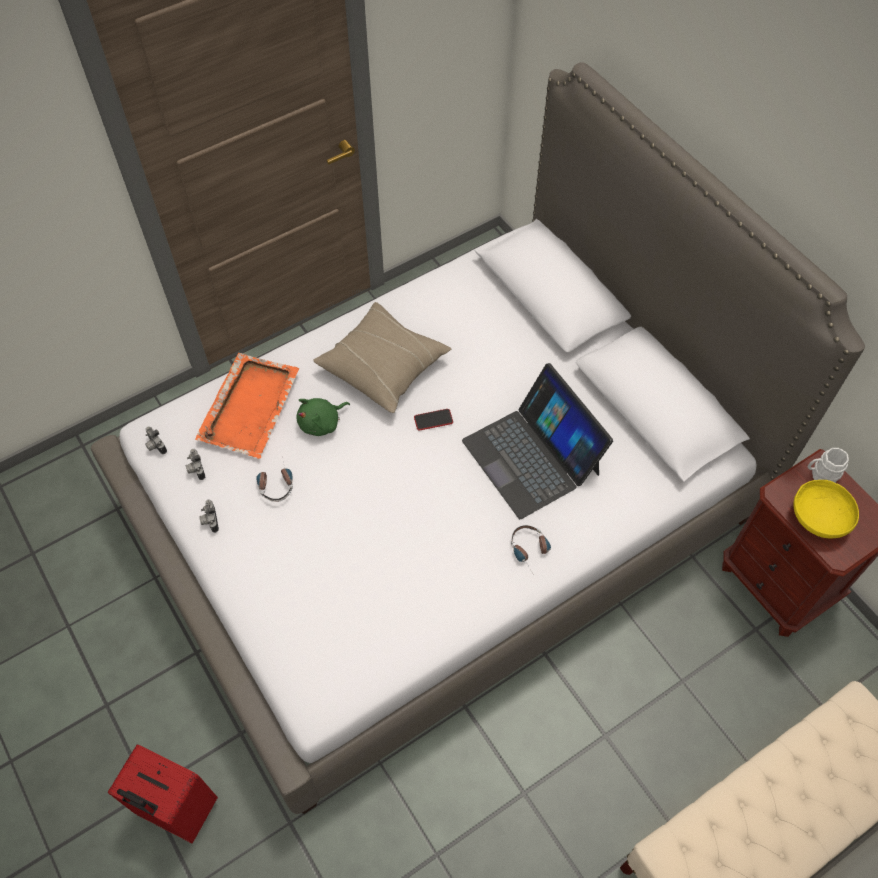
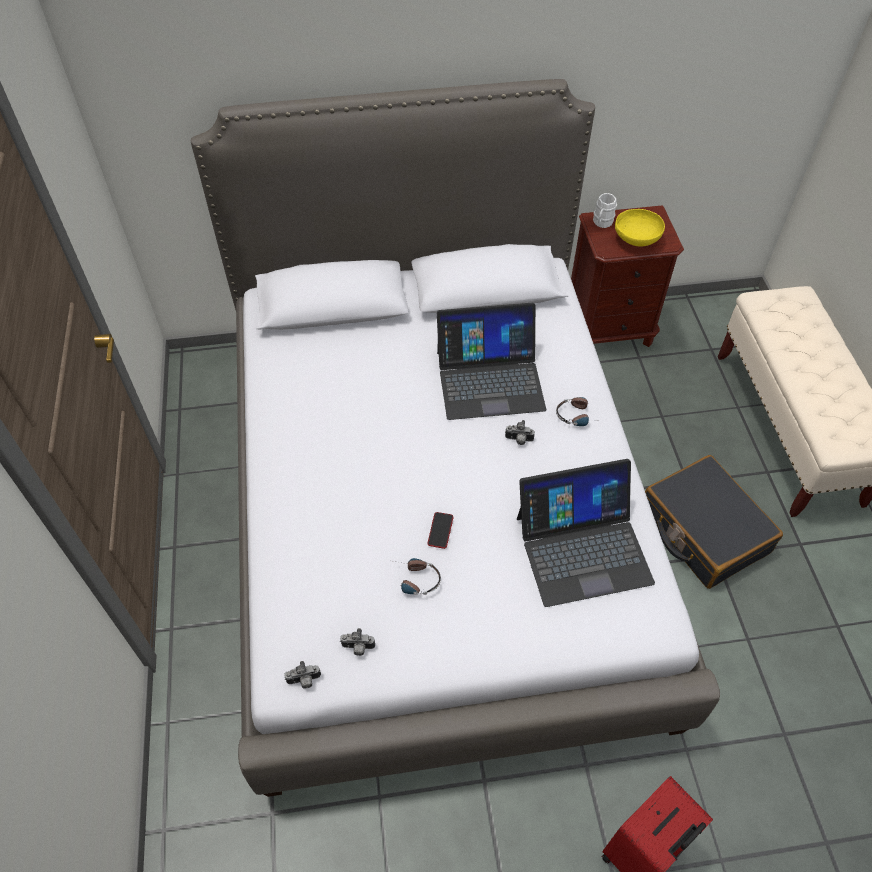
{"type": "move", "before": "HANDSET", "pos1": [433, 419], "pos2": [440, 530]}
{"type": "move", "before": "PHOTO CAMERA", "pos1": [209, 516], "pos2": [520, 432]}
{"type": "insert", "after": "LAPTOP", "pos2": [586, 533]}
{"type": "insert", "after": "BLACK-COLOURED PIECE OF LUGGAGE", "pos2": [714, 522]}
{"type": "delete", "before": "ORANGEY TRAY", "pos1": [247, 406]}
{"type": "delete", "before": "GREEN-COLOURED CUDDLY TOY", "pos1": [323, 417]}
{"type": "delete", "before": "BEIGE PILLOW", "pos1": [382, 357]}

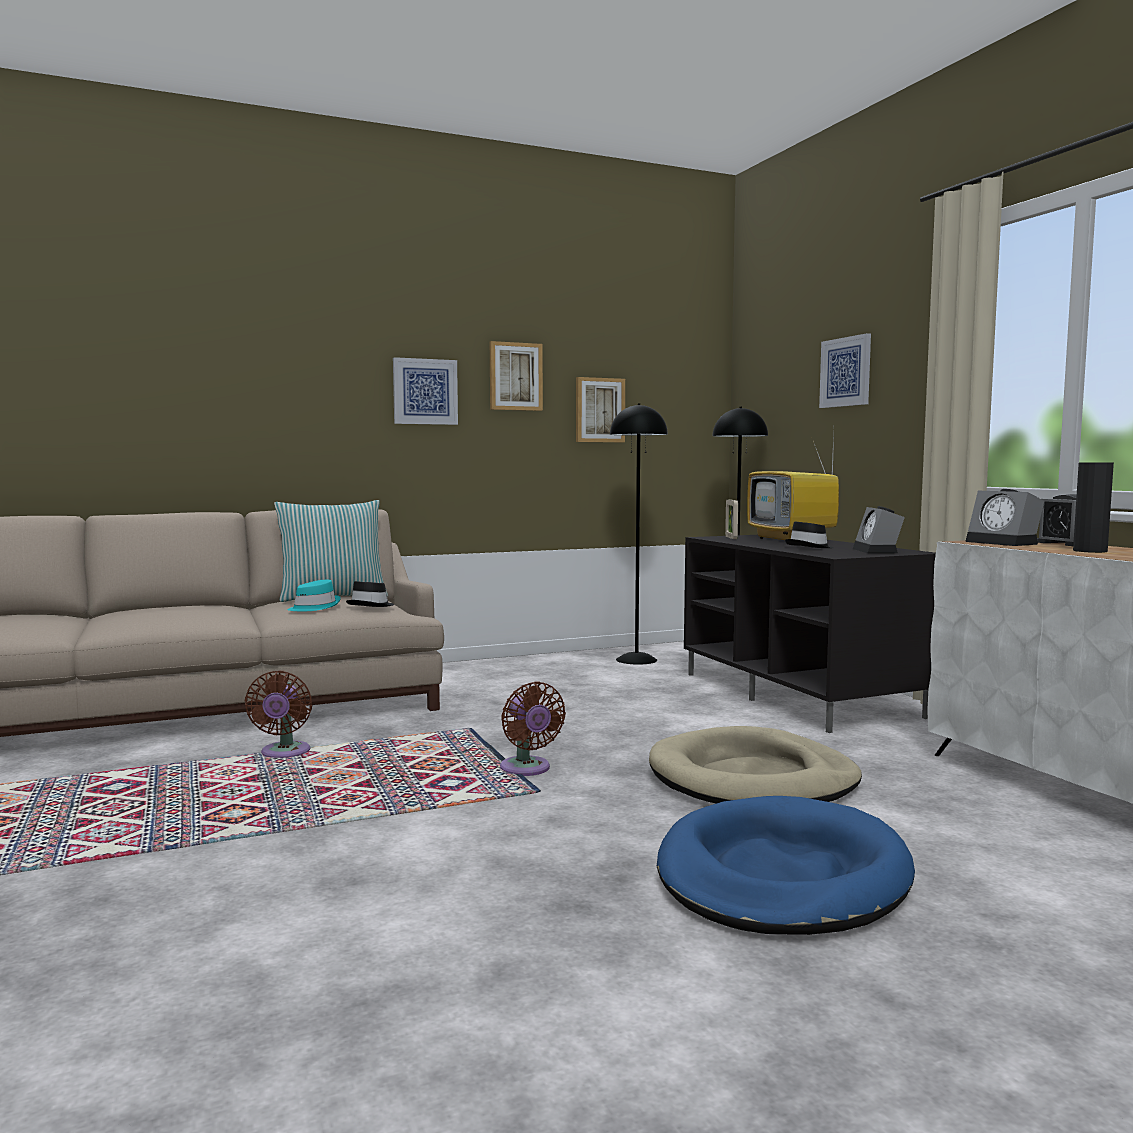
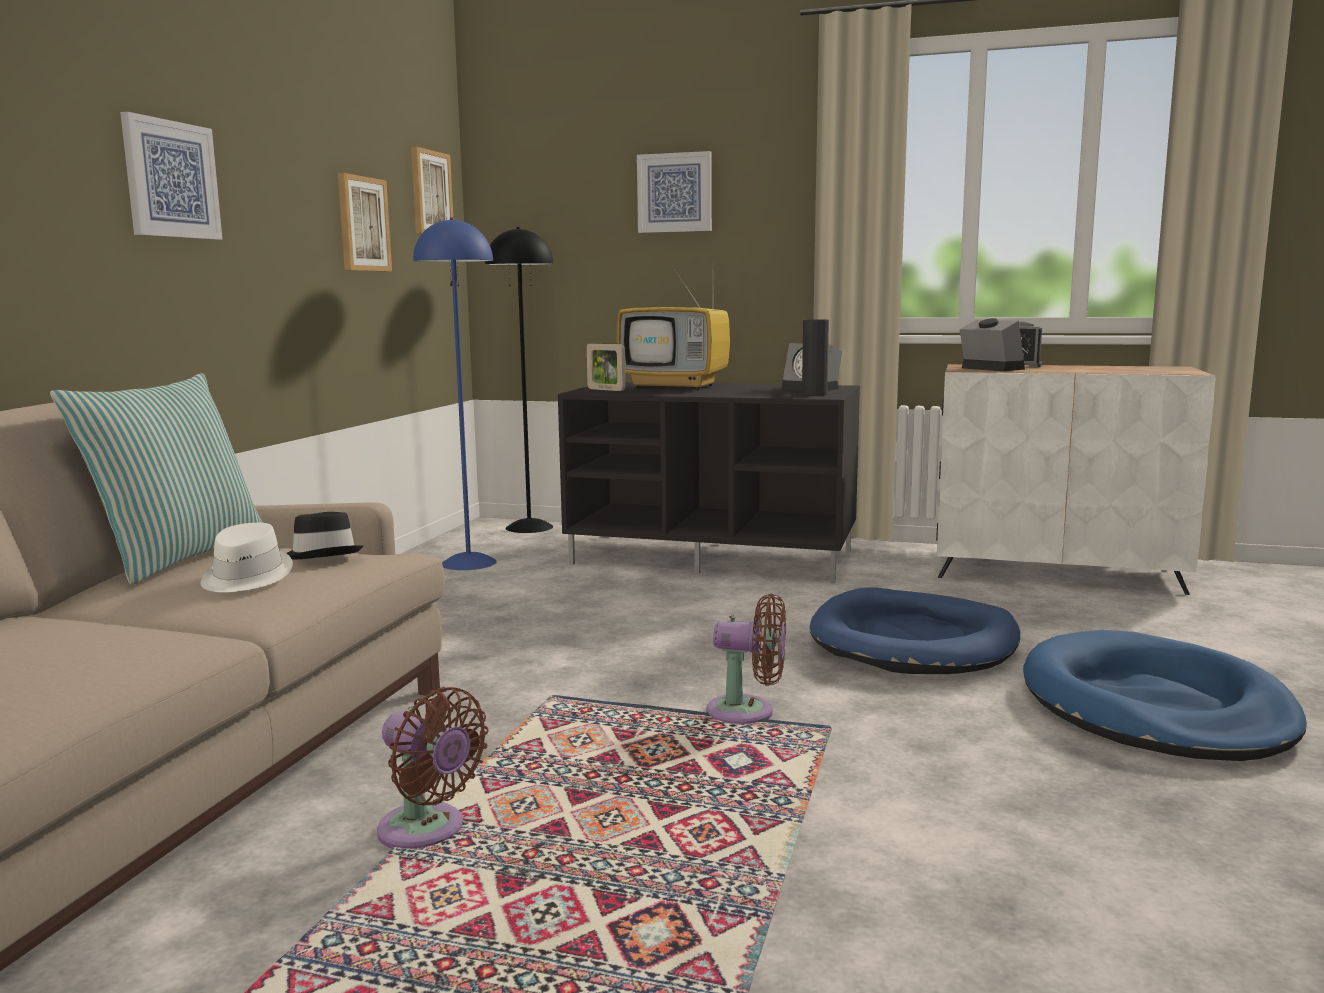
{"type": "recolor", "before": "TURQUOISE CLOTHING HAT", "after": "WHITISH CLOTHING HAT", "pos1": [314, 595], "pos2": [247, 557]}
{"type": "move", "before": "WALL PICTURE", "pos1": [516, 376], "pos2": [432, 190]}
{"type": "recolor", "before": "BLACK-COLOURED FLOOR LAMP", "after": "BLUISH FLOOR LAMP", "pos1": [639, 534], "pos2": [455, 394]}
{"type": "move", "before": "BLACK-COLOURED DECORATIVE VASE", "pos1": [1093, 507], "pos2": [815, 357]}
{"type": "recolor", "before": "BEIGE PET BED", "after": "BLUISH PET BED", "pos1": [755, 765], "pos2": [915, 630]}
{"type": "rotate", "before": "TABLE CLOCK", "pos1": [1004, 517], "pos2": [992, 344], "turn": -135}
{"type": "delete", "before": "BLACK-COLOURED CLOTHING HAT", "pos1": [809, 534]}

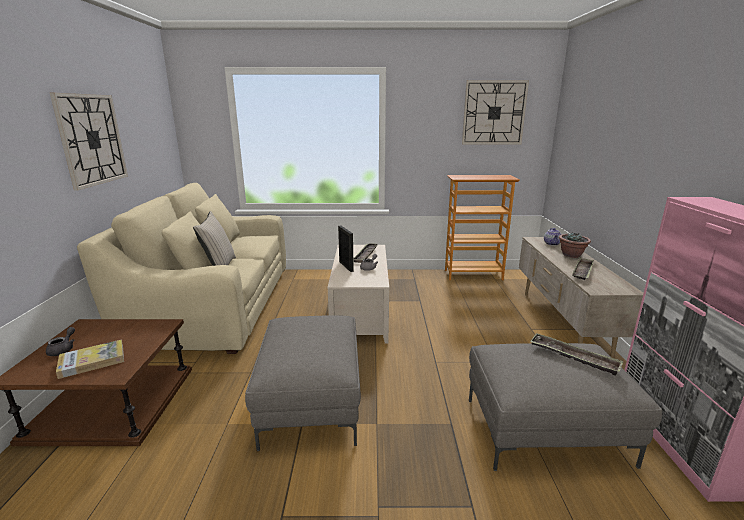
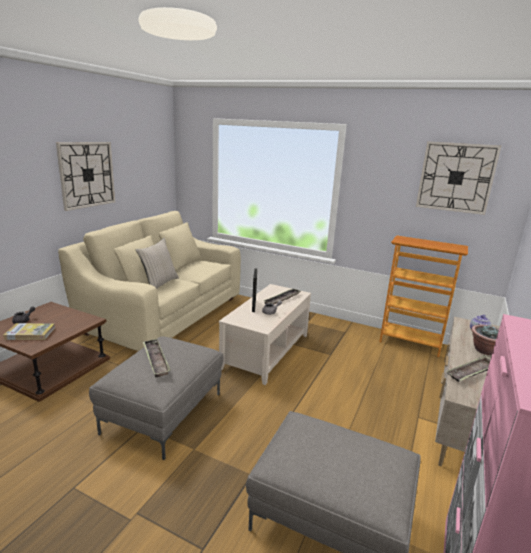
{"type": "move", "before": "TRAY", "pos1": [576, 354], "pos2": [157, 358]}

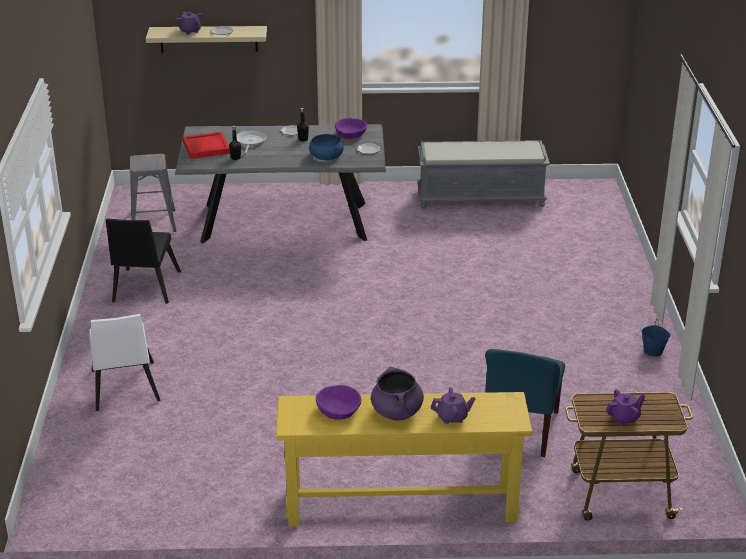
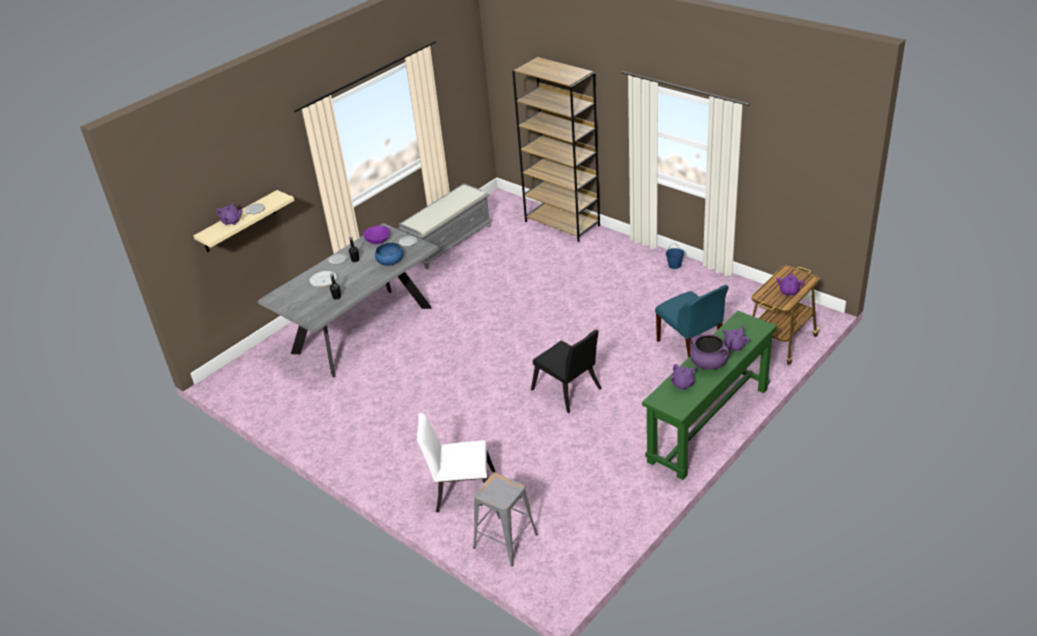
{"type": "rotate", "before": "WHITISH CHAIR", "pos1": [124, 362], "pos2": [456, 462], "turn": 150}
{"type": "move", "before": "GREY STOOL", "pos1": [153, 193], "pos2": [505, 519]}
{"type": "insert", "after": "BROWNISH SHELVING UNIT", "pos2": [556, 149]}
{"type": "move", "before": "BLACK-COLOURED CHAIR", "pos1": [143, 261], "pos2": [566, 371]}
{"type": "recolor", "before": "YELLOW-COLOURED NARROW TABLE", "after": "GREEN-COLOURED NARROW TABLE", "pos1": [404, 459], "pos2": [709, 395]}
{"type": "replace", "before": "PURPLISH BOWL", "after": "PURPLISH TEA POT", "pos1": [338, 402], "pos2": [683, 377]}
{"type": "delete", "before": "RED TRAY", "pos1": [206, 145]}

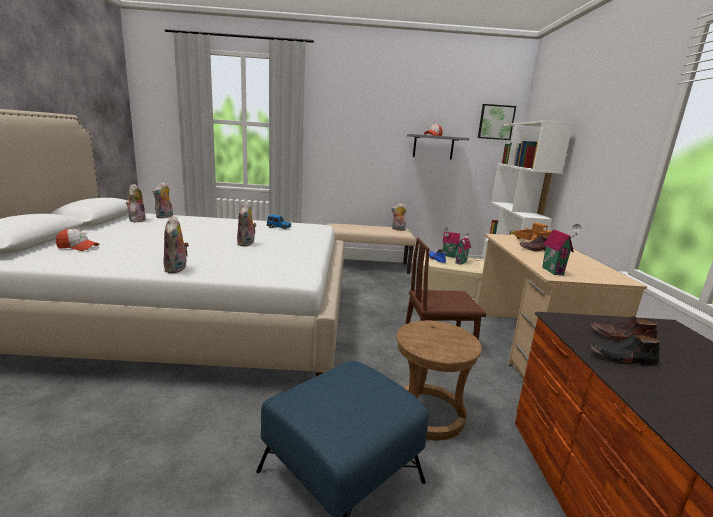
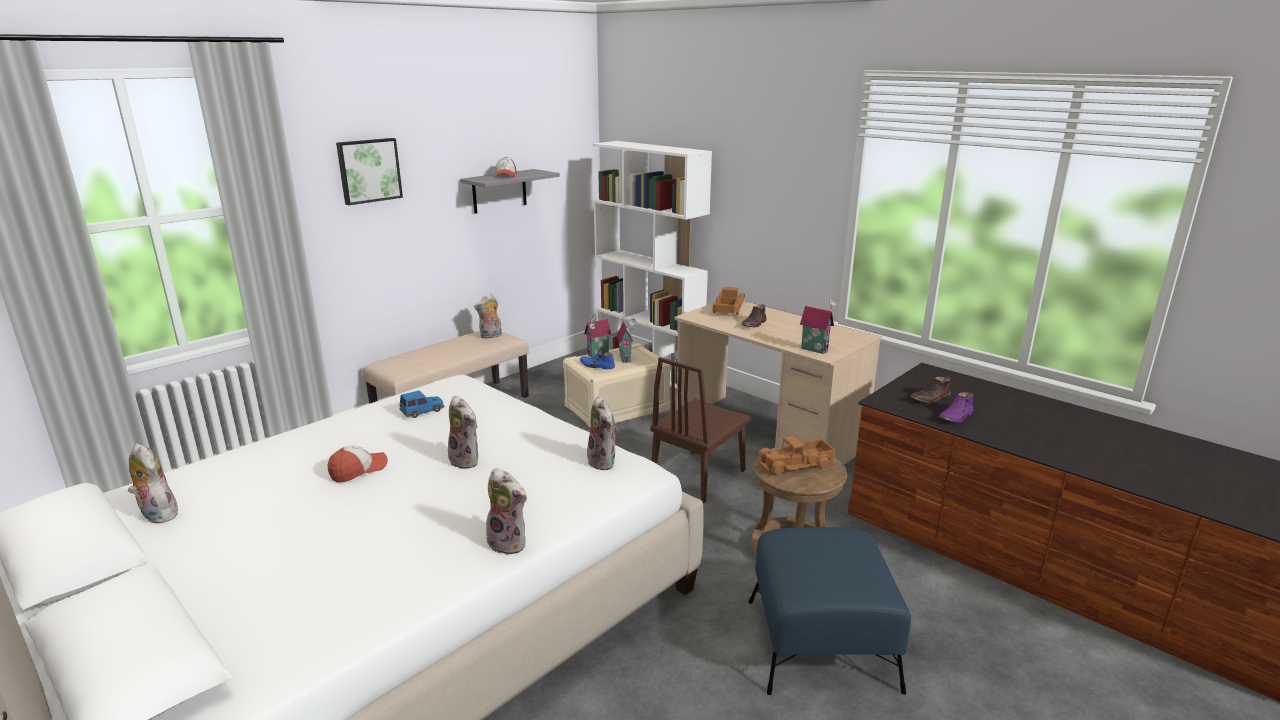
{"type": "move", "before": "CAP", "pos1": [77, 239], "pos2": [358, 463]}
{"type": "move", "before": "WALL PICTURE", "pos1": [497, 122], "pos2": [369, 171]}
{"type": "move", "before": "CUDDLY TOY", "pos1": [163, 200], "pos2": [602, 433]}
{"type": "insert", "after": "MODEL TRUCK", "pos2": [796, 456]}
{"type": "recolor", "before": "BLACK-COLOURED LOW SHOE", "after": "PURPLISH LOW SHOE", "pos1": [625, 349], "pos2": [956, 407]}

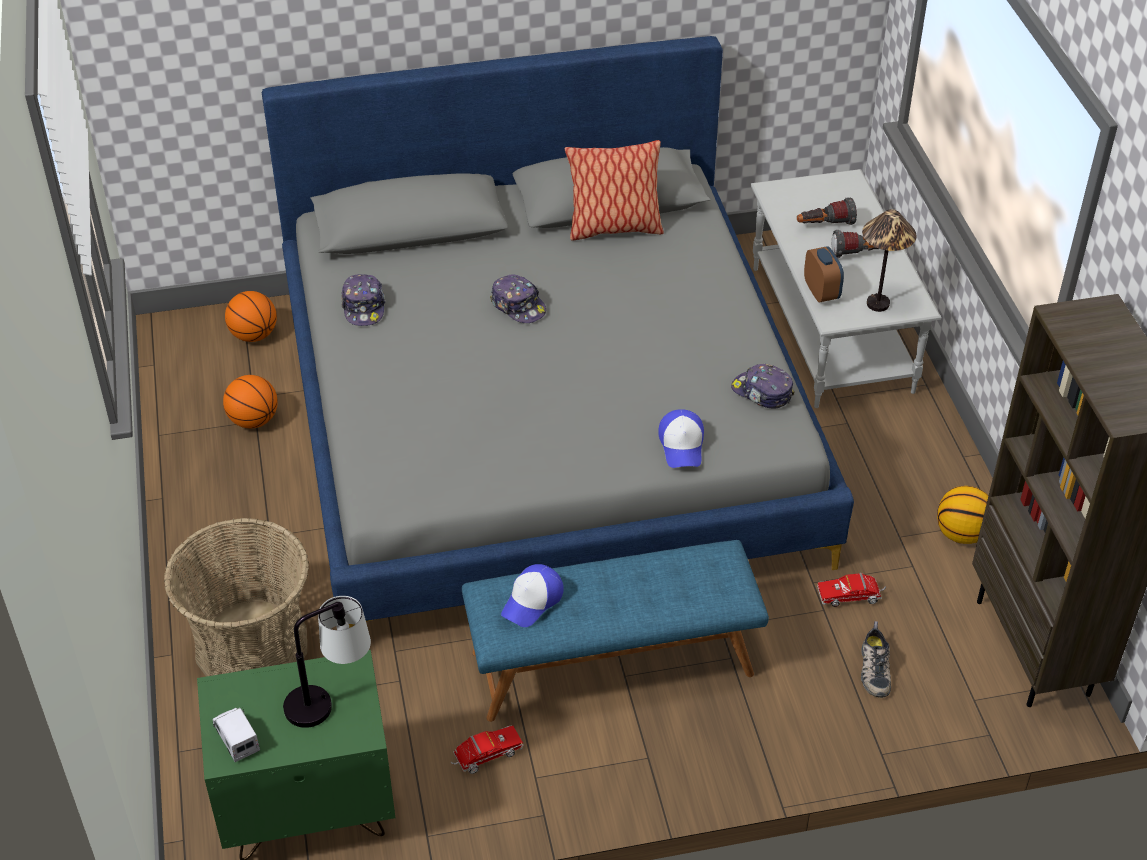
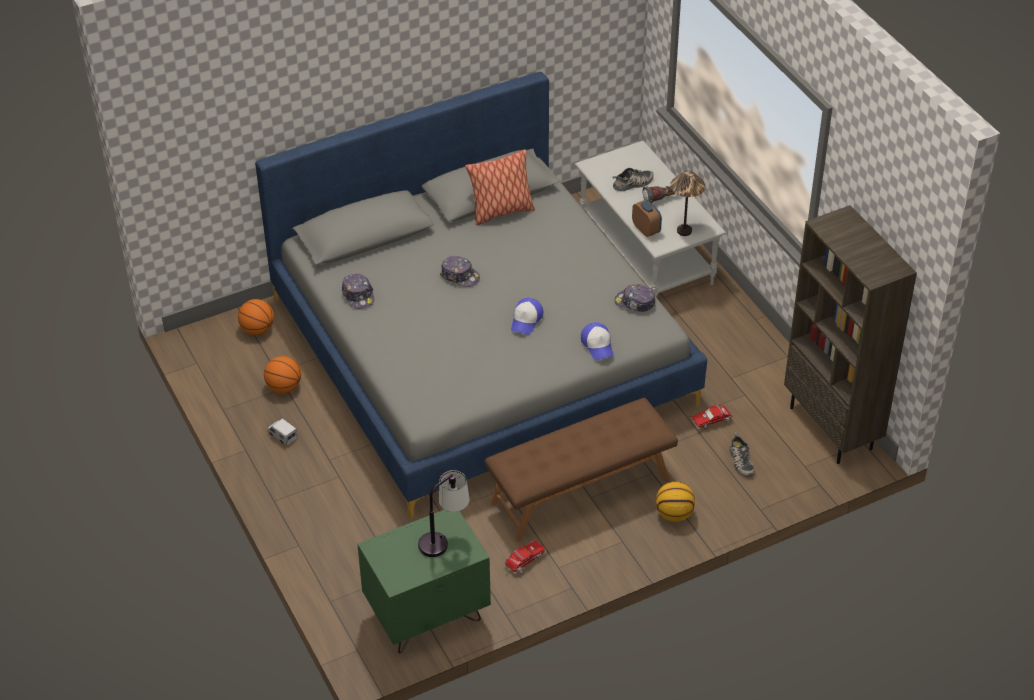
{"type": "move", "before": "MODEL TRUCK", "pos1": [236, 735], "pos2": [283, 432]}
{"type": "recolor", "before": "BLUISH INDOOR BENCH", "after": "BROWNISH INDOOR BENCH", "pos1": [615, 631], "pos2": [581, 470]}
{"type": "move", "before": "CAP", "pos1": [532, 595], "pos2": [527, 316]}
{"type": "replace", "before": "HAND TORCH", "after": "LOW SHOE", "pos1": [827, 211], "pos2": [633, 179]}
{"type": "move", "before": "BASKETBALL", "pos1": [962, 515], "pos2": [675, 501]}
{"type": "delete", "before": "HOUSEHOLD BASKET", "pos1": [236, 597]}

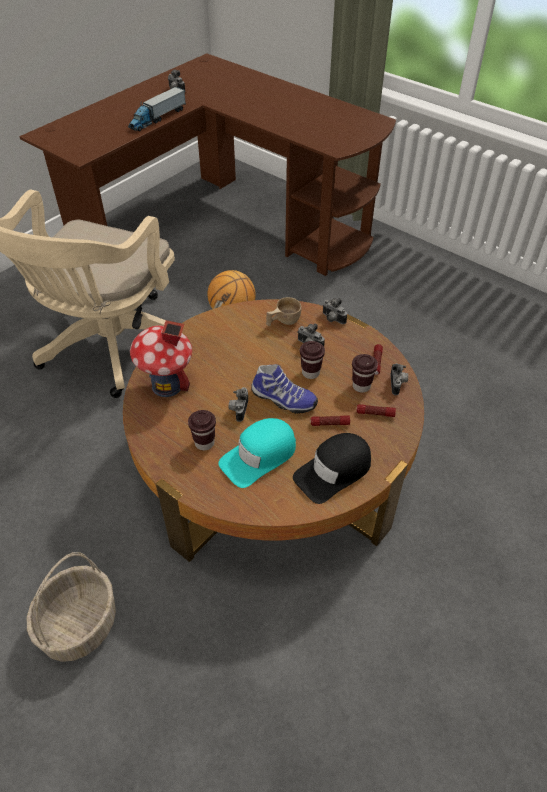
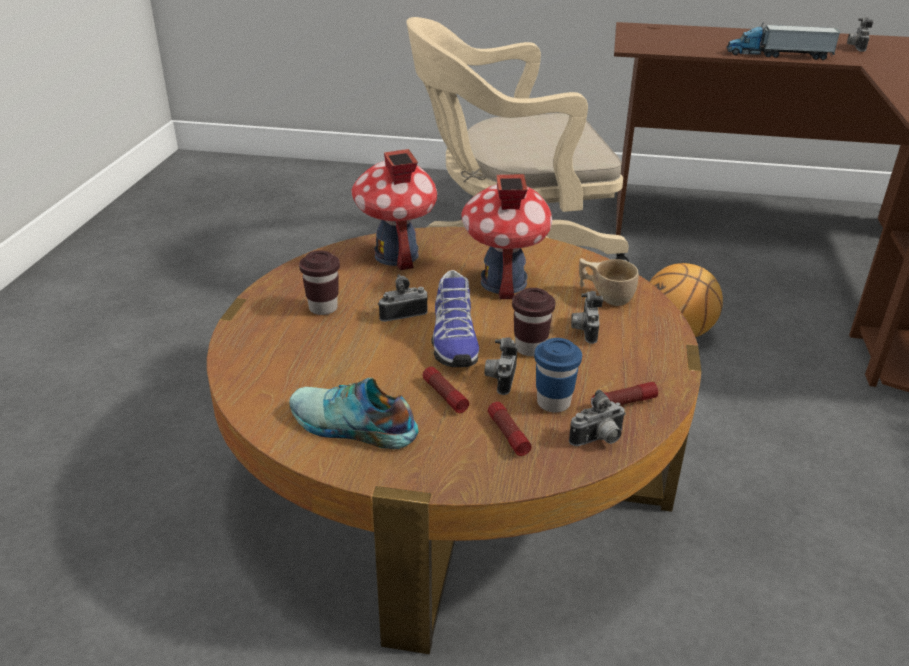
{"type": "replace", "before": "BLACK-COLOURED CAP", "after": "LOW SHOE", "pos1": [332, 468], "pos2": [354, 413]}
{"type": "insert", "after": "MODEL HOUSE", "pos2": [506, 236]}
{"type": "move", "before": "PHOTO CAMERA", "pos1": [334, 311], "pos2": [501, 366]}
{"type": "recolor", "before": "BROWNISH CUP", "after": "BLUISH CUP", "pos1": [365, 373], "pos2": [558, 375]}
{"type": "delete", "before": "HOUSEHOLD BASKET", "pos1": [71, 607]}
{"type": "delete", "before": "TURQUOISE CAP", "pos1": [257, 453]}

